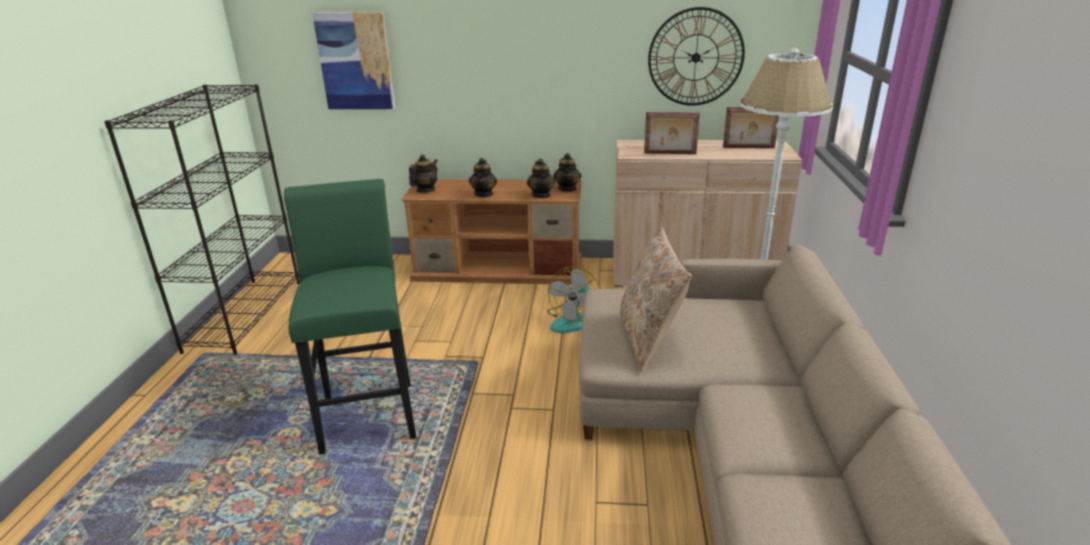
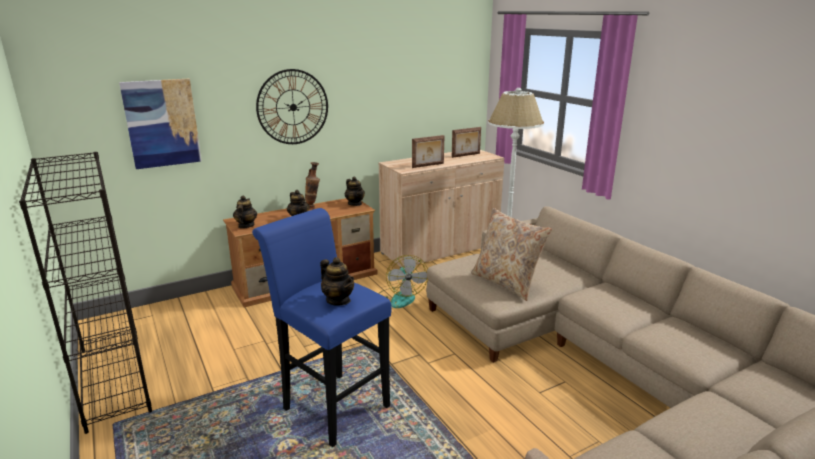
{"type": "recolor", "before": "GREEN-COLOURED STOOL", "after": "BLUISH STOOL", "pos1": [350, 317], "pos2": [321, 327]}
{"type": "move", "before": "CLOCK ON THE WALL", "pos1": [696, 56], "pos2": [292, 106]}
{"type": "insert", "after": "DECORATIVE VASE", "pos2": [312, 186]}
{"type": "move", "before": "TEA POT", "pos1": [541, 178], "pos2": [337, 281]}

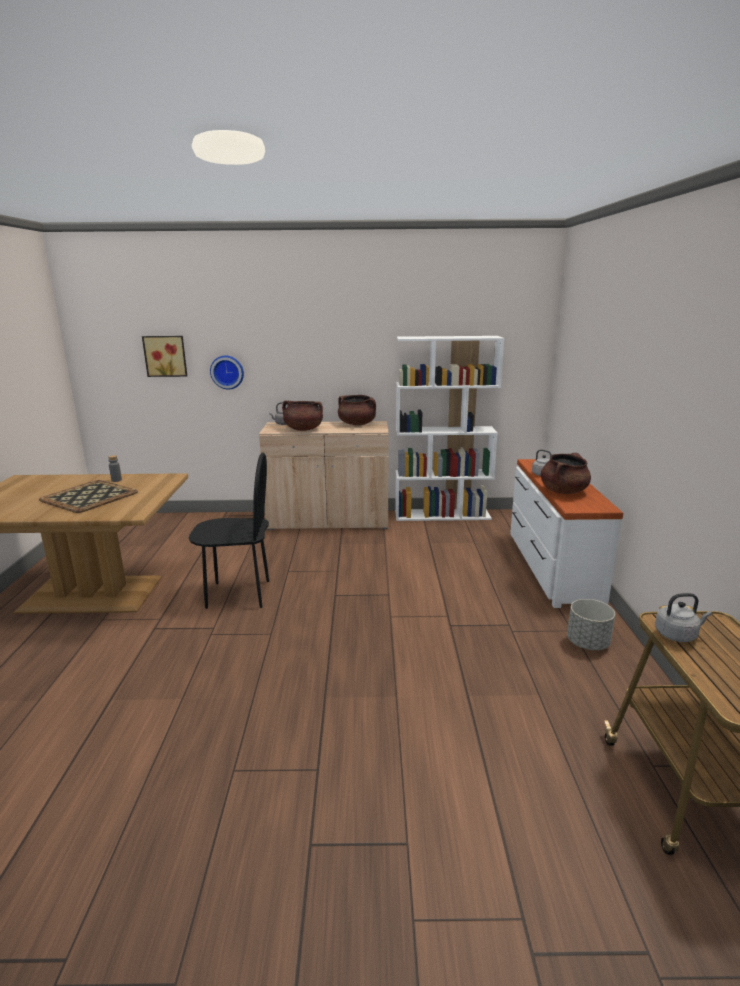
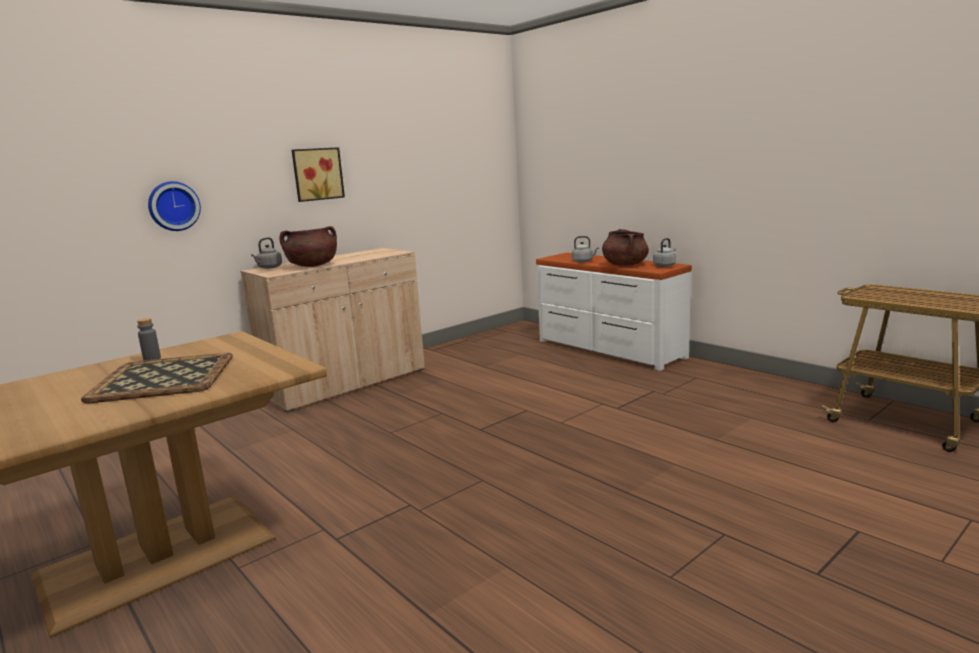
{"type": "move", "before": "WALL PICTURE", "pos1": [164, 356], "pos2": [318, 174]}
{"type": "move", "before": "GREY WATER KETTLE", "pos1": [683, 617], "pos2": [664, 252]}
{"type": "delete", "before": "BLACK-COLOURED CHAIR", "pos1": [229, 531]}
{"type": "delete", "before": "BROWNISH STOCKPOT", "pos1": [357, 410]}
{"type": "delete", "before": "WHITISH SHELVING UNIT", "pos1": [449, 428]}
{"type": "delete", "before": "GREY PLANT POT", "pos1": [591, 624]}

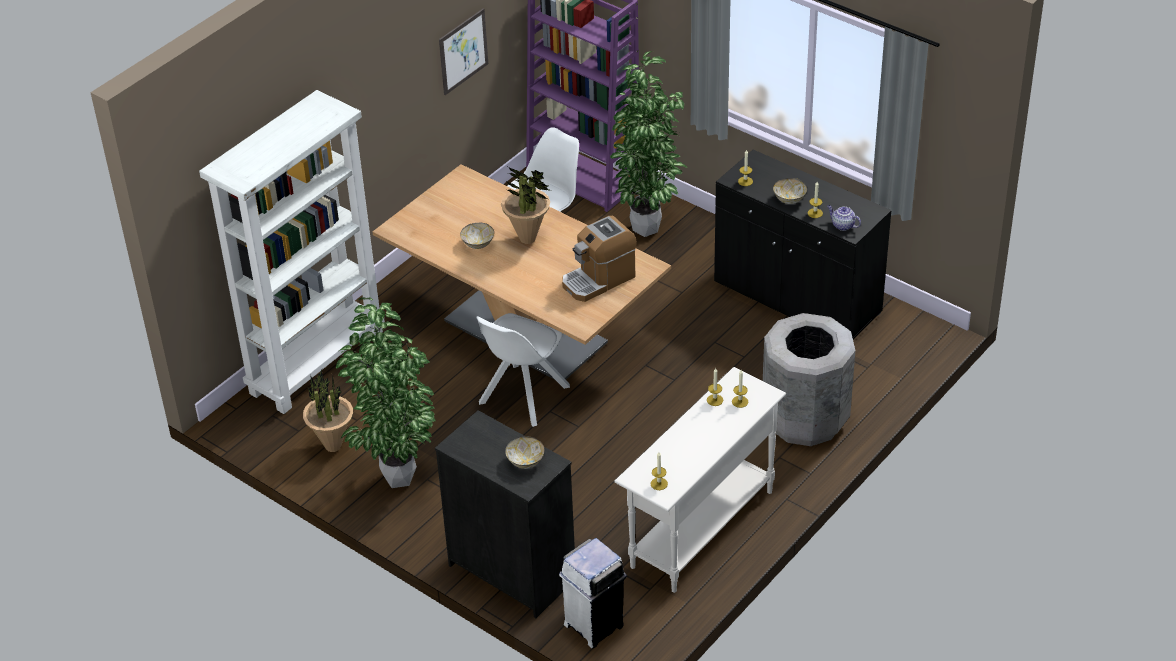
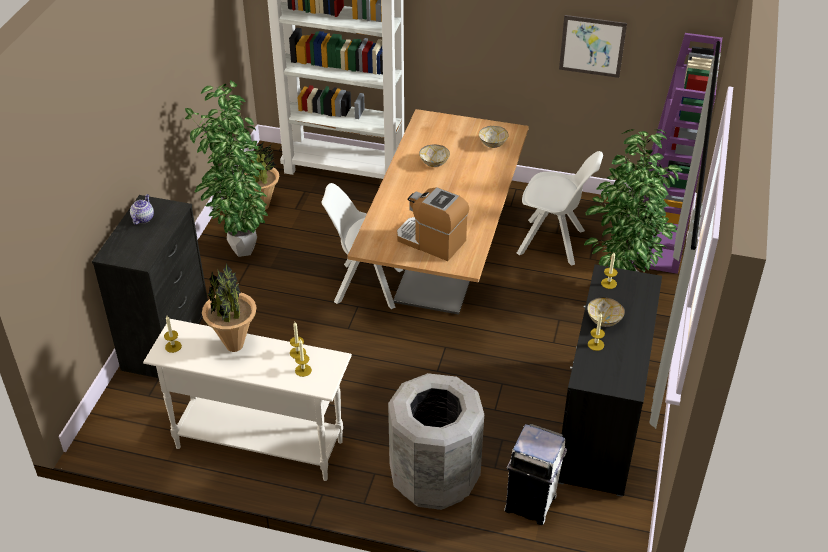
{"type": "move", "before": "TEA POT", "pos1": [844, 218], "pos2": [142, 209]}
{"type": "move", "before": "POTTED PLANT", "pos1": [526, 205], "pos2": [229, 307]}
{"type": "move", "before": "BOWL", "pos1": [524, 452], "pos2": [494, 137]}
{"type": "move", "before": "WHITISH WASTE BIN", "pos1": [593, 593], "pos2": [535, 474]}

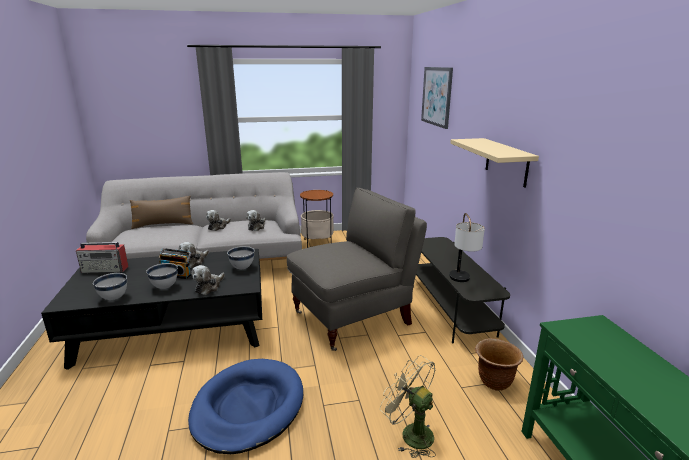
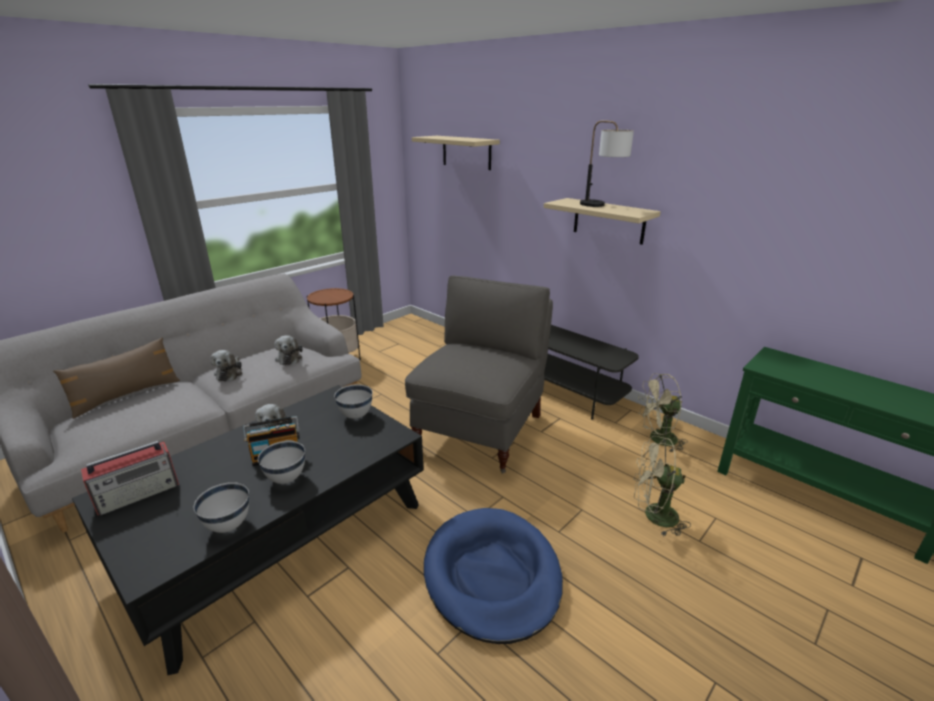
{"type": "replace", "before": "WALL PICTURE", "after": "BEIGE BRACKET SHELF", "pos1": [437, 98], "pos2": [456, 153]}
{"type": "move", "before": "TABLETOP LAMP", "pos1": [467, 247], "pos2": [607, 163]}
{"type": "replace", "before": "BROWNISH PLANT POT", "after": "BEIGE FAN", "pos1": [499, 364], "pos2": [663, 412]}
{"type": "delete", "before": "CUDDLY TOY", "pos1": [208, 280]}

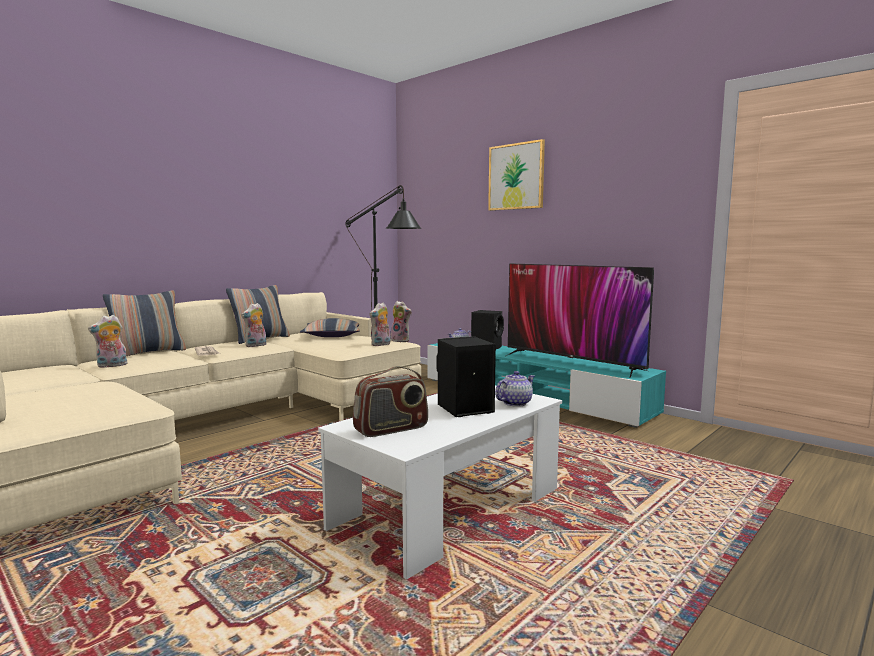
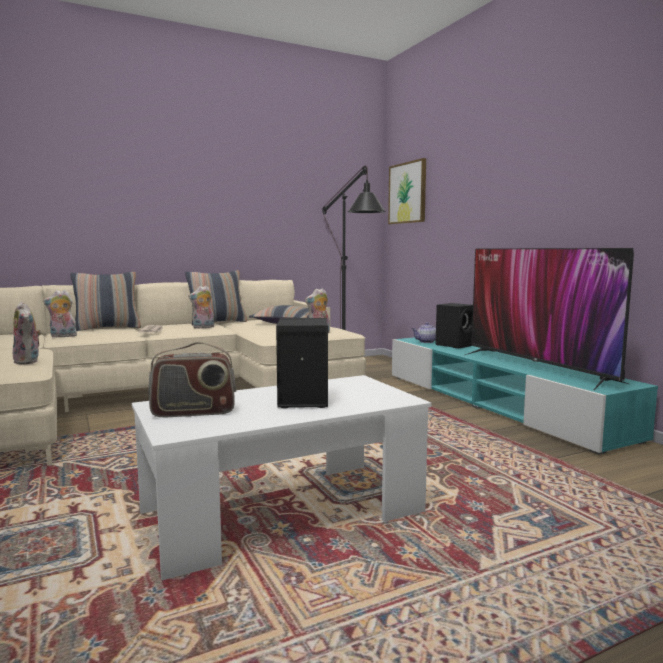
{"type": "move", "before": "CUDDLY TOY", "pos1": [401, 321], "pos2": [27, 333]}
{"type": "move", "before": "WALL PICTURE", "pos1": [516, 175], "pos2": [407, 191]}
{"type": "delete", "before": "TEA POT", "pos1": [515, 389]}

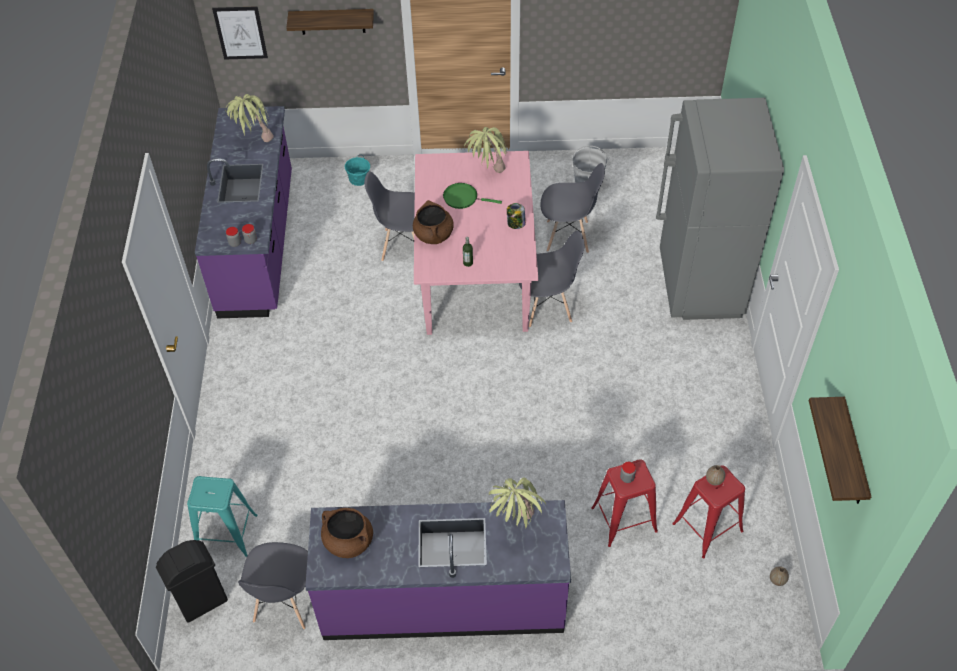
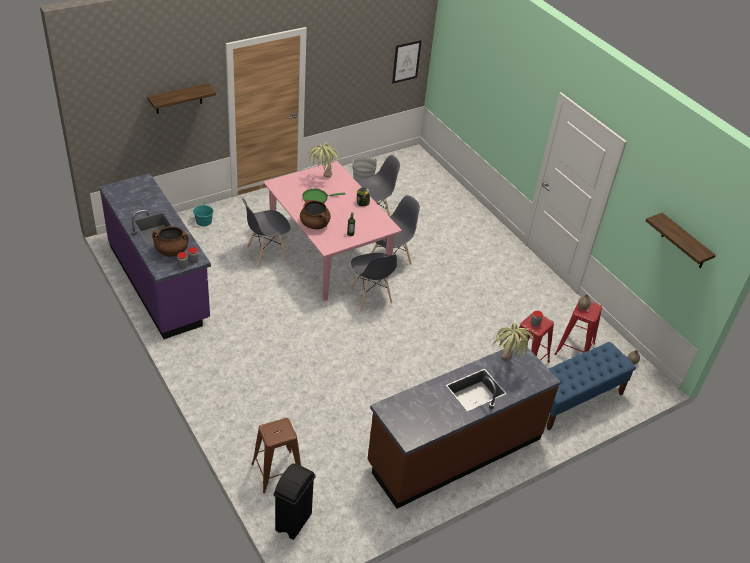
{"type": "move", "before": "BROWNISH STOCKPOT", "pos1": [347, 533], "pos2": [170, 241]}
{"type": "recolor", "before": "TURQUOISE STOOL", "after": "BROWNISH STOOL", "pos1": [222, 516], "pos2": [276, 455]}
{"type": "move", "before": "GREY CHAIR", "pos1": [273, 585], "pos2": [373, 281]}
{"type": "recolor", "before": "PURPLISH COUNTER", "after": "BROWNISH COUNTER", "pos1": [438, 570], "pos2": [464, 426]}
{"type": "move", "before": "WALL PICTURE", "pos1": [240, 33], "pos2": [407, 62]}
{"type": "insert", "after": "BLUISH INDOOR BENCH", "pos2": [591, 386]}
{"type": "delete", "before": "POTTED PLANT", "pos1": [249, 118]}
{"type": "delete", "before": "GREY FRIDGE", "pos1": [720, 209]}

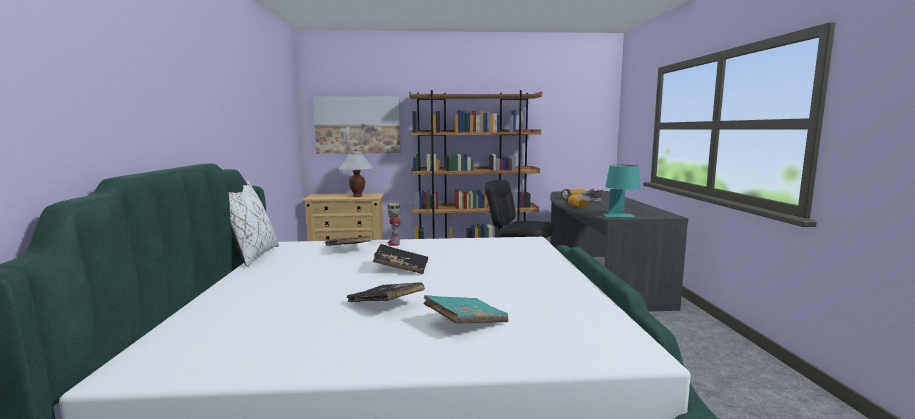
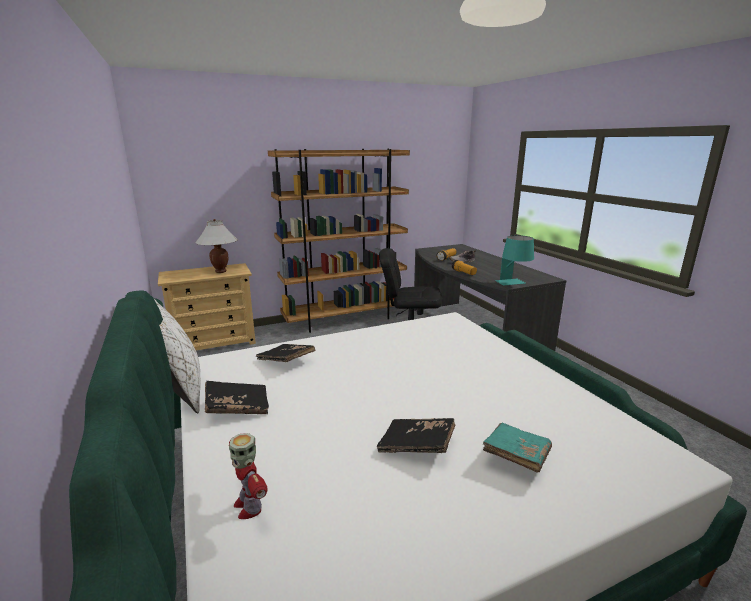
{"type": "move", "before": "BLACK-COLOURED BOOK", "pos1": [400, 259], "pos2": [237, 397]}
{"type": "move", "before": "TOY ROBOT", "pos1": [394, 224], "pos2": [248, 476]}
{"type": "delete", "before": "WALL PICTURE", "pos1": [357, 125]}

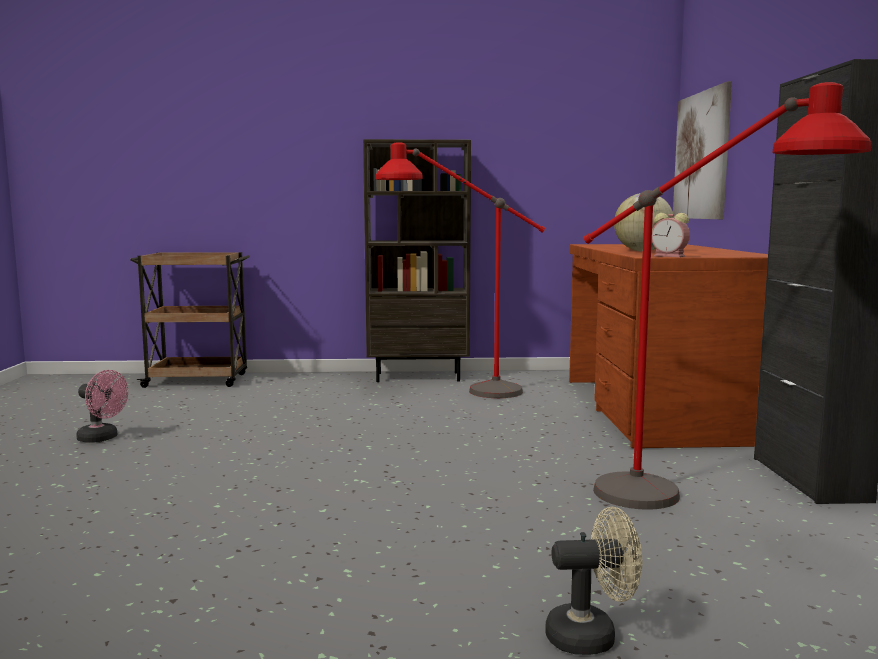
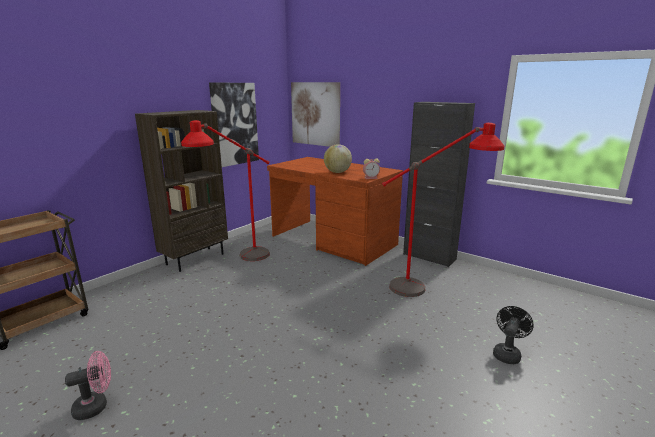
{"type": "insert", "after": "WALL PICTURE", "pos2": [234, 125]}
{"type": "recolor", "before": "BEIGE FAN", "after": "BLACK-COLOURED FAN", "pos1": [593, 581], "pos2": [513, 335]}

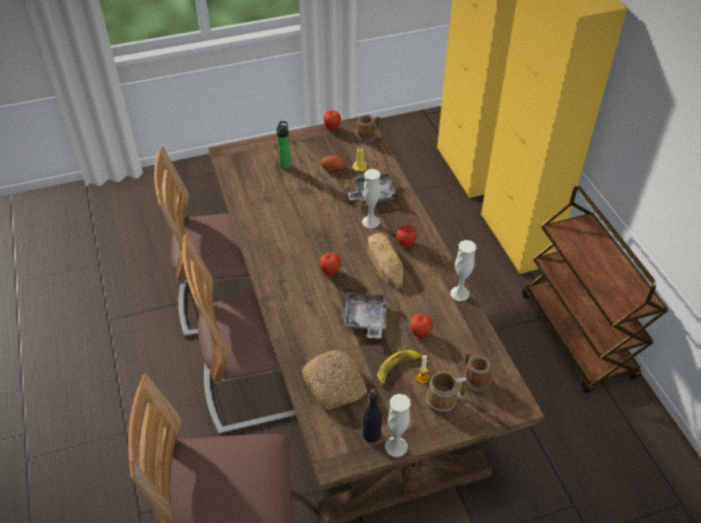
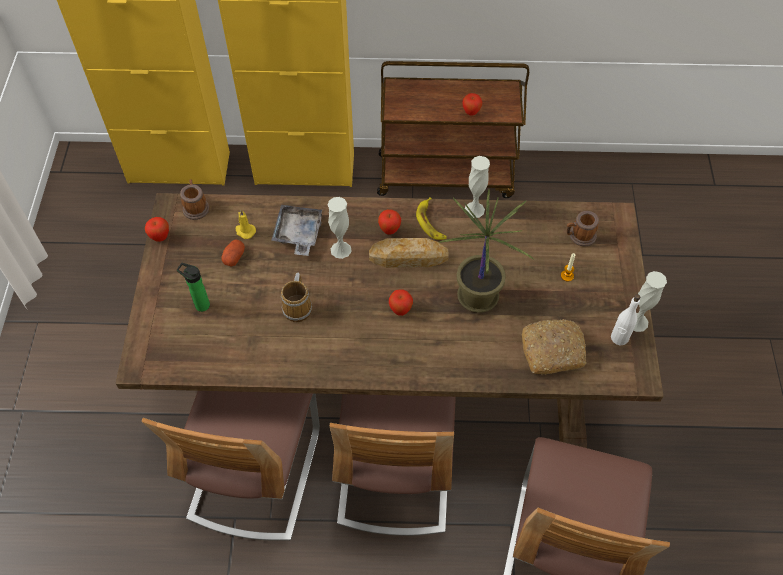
{"type": "move", "before": "MUG", "pos1": [446, 393], "pos2": [296, 297]}
{"type": "move", "before": "BANANA", "pos1": [400, 367], "pos2": [431, 218]}
{"type": "replace", "before": "GREY TRAY", "after": "POTTED PLANT", "pos1": [365, 315], "pos2": [486, 251]}
{"type": "move", "before": "WHOLE APPLE", "pos1": [422, 326], "pos2": [472, 104]}
{"type": "recolor", "before": "BLACK-COLOURED BEVERAGE BOTTLE", "after": "WHITISH BEVERAGE BOTTLE", "pos1": [372, 416], "pos2": [625, 319]}

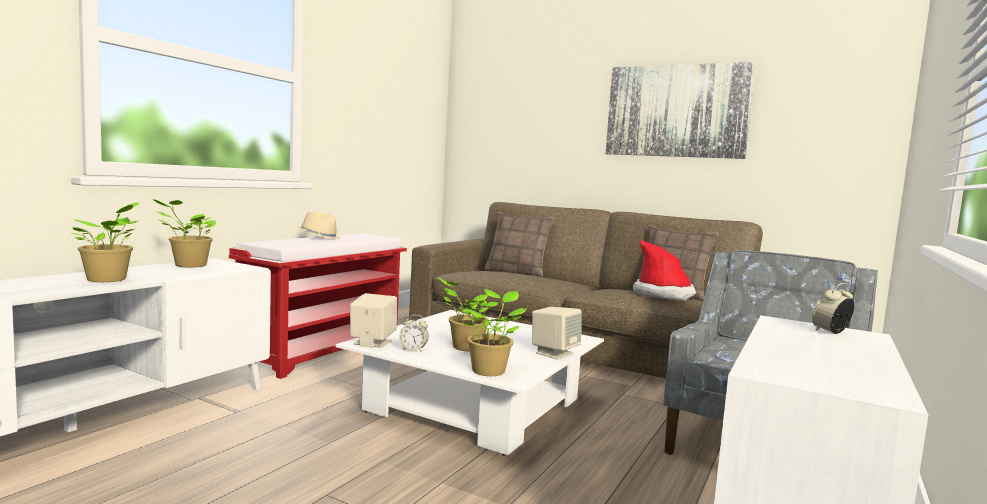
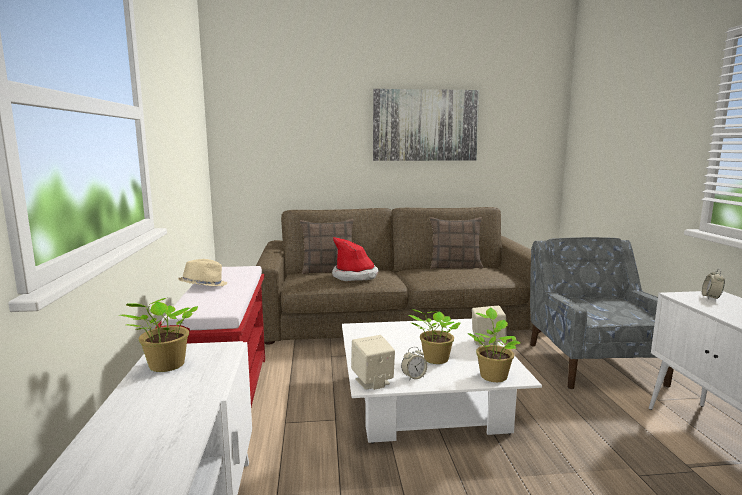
{"type": "move", "before": "CLOTHING HAT", "pos1": [664, 270], "pos2": [355, 259]}
{"type": "delete", "before": "POTTED PLANT", "pos1": [104, 242]}

